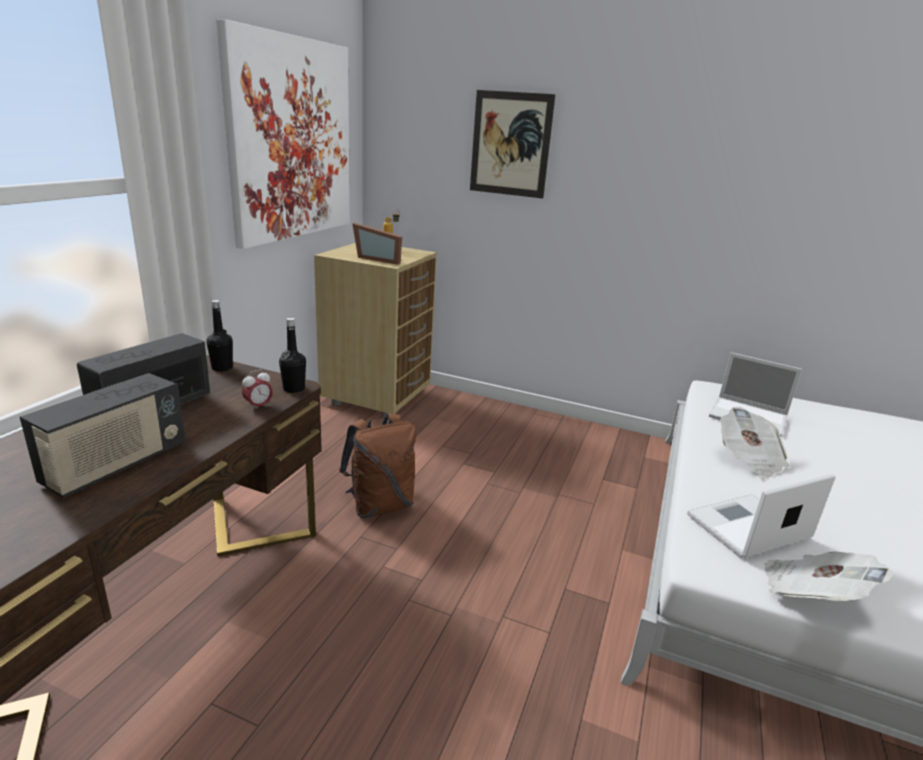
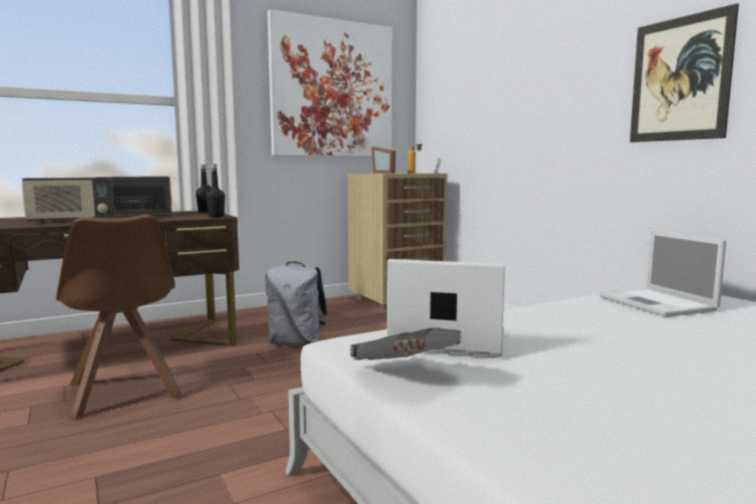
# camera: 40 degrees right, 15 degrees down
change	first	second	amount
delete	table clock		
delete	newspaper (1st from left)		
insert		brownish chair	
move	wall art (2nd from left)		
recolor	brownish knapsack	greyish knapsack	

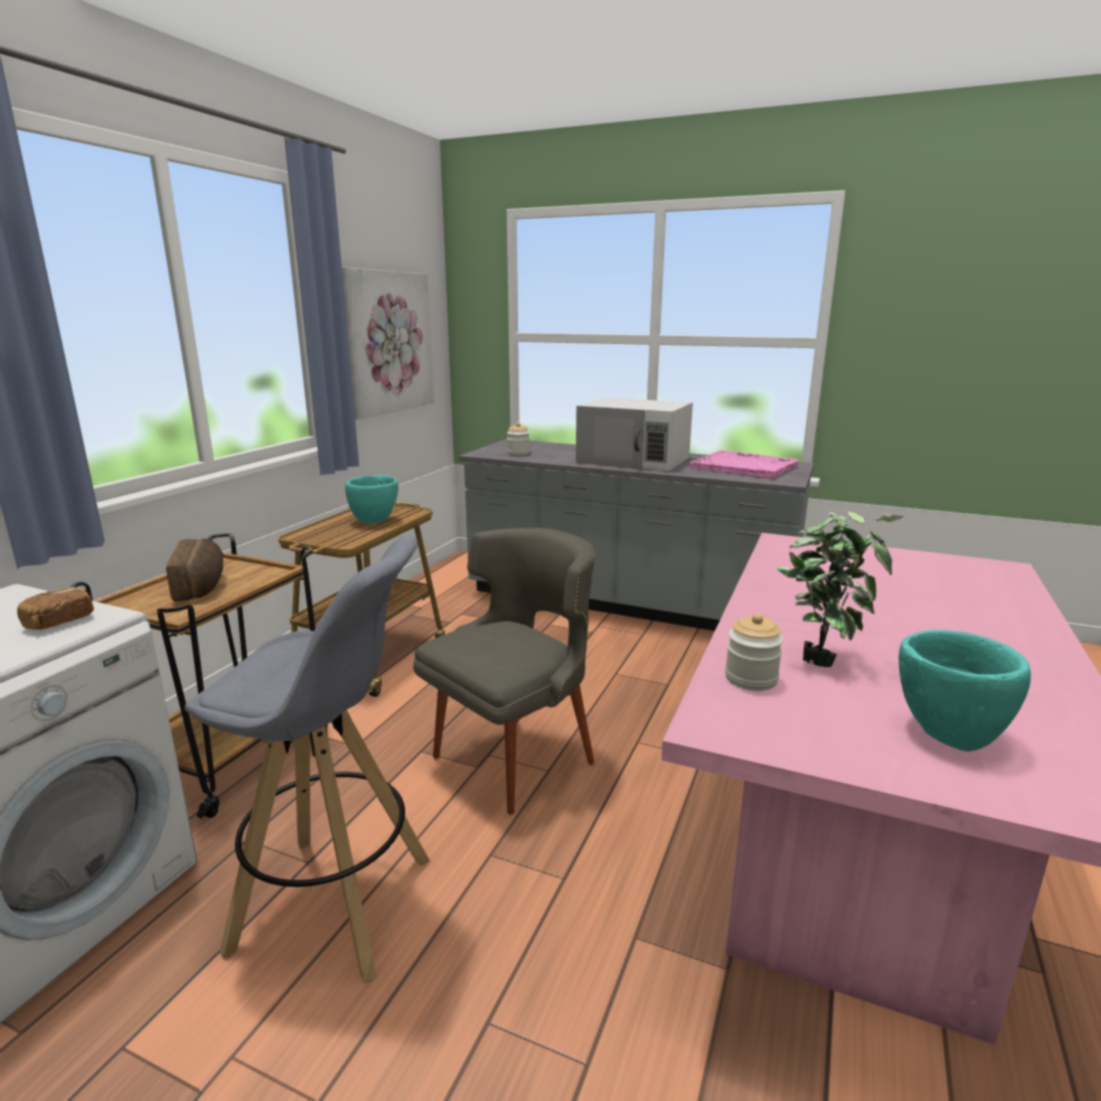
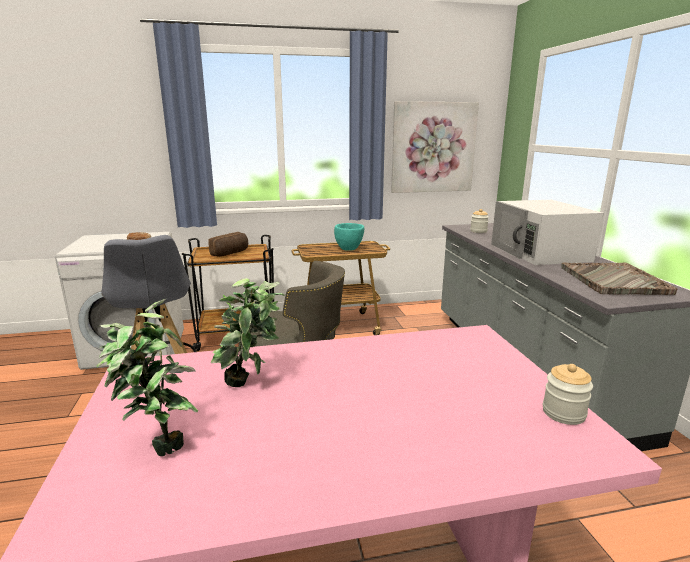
# camera: 55 degrees right, 0 degrees up
change	first	second	amount
move	jar (2nd from left)		
replace	turquoise serving bowl (2nd from left)	potted plant (1st from left)	
recolor	pink serving tray	greyish serving tray	

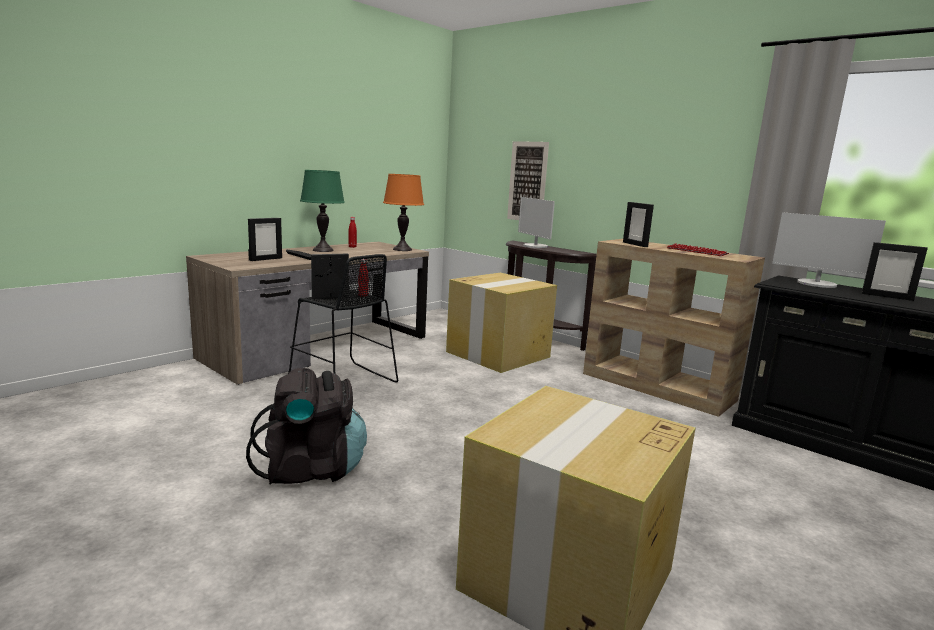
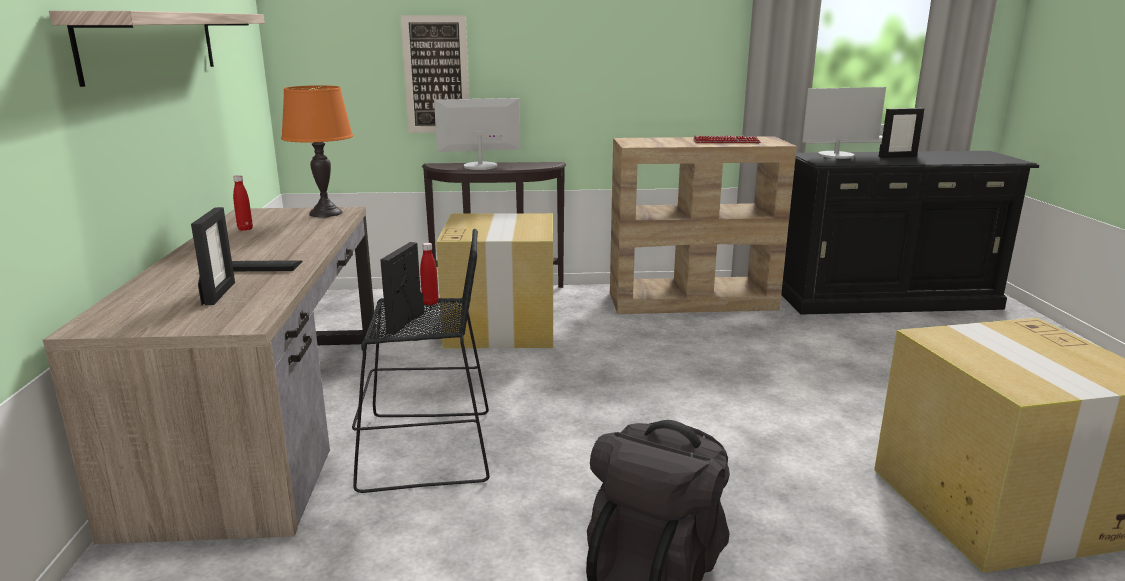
# camera: 45 degrees left, 5 degrees up
change	first	second	amount
delete	greenish table lamp		
delete	standing frame (3rd from left)		
insert		bracket shelf	
rotate	computer display (1st from left)		150 degrees clockwise

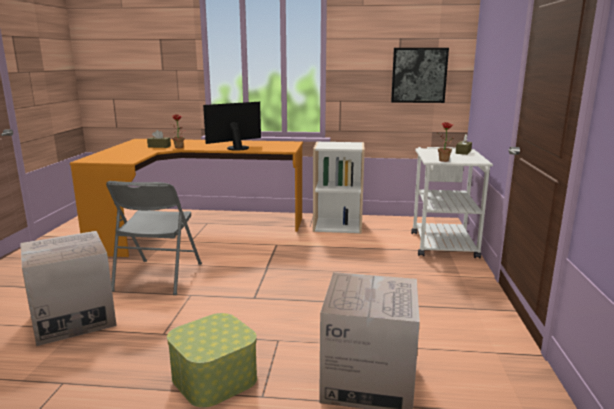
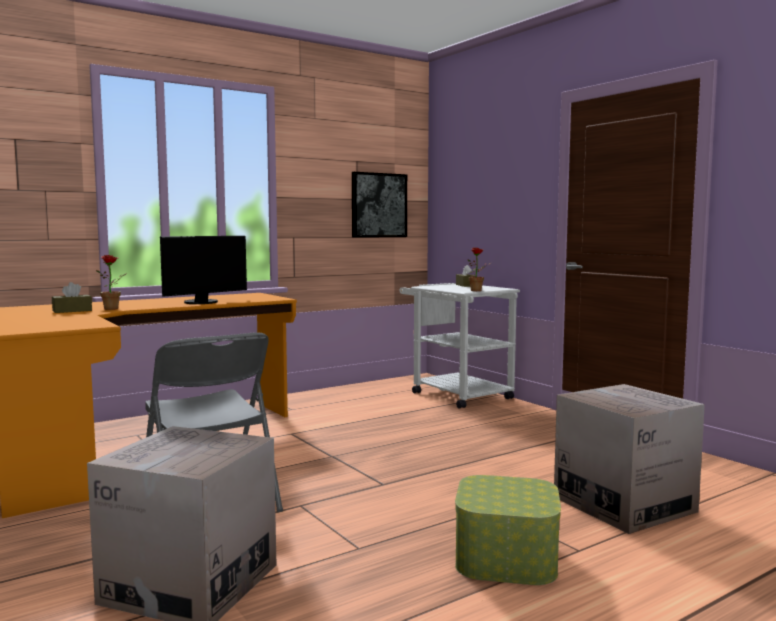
# camera: 40 degrees left, 10 degrees down
change	first	second	amount
delete	white bookcase		
rotate	computer display		150 degrees counterclockwise

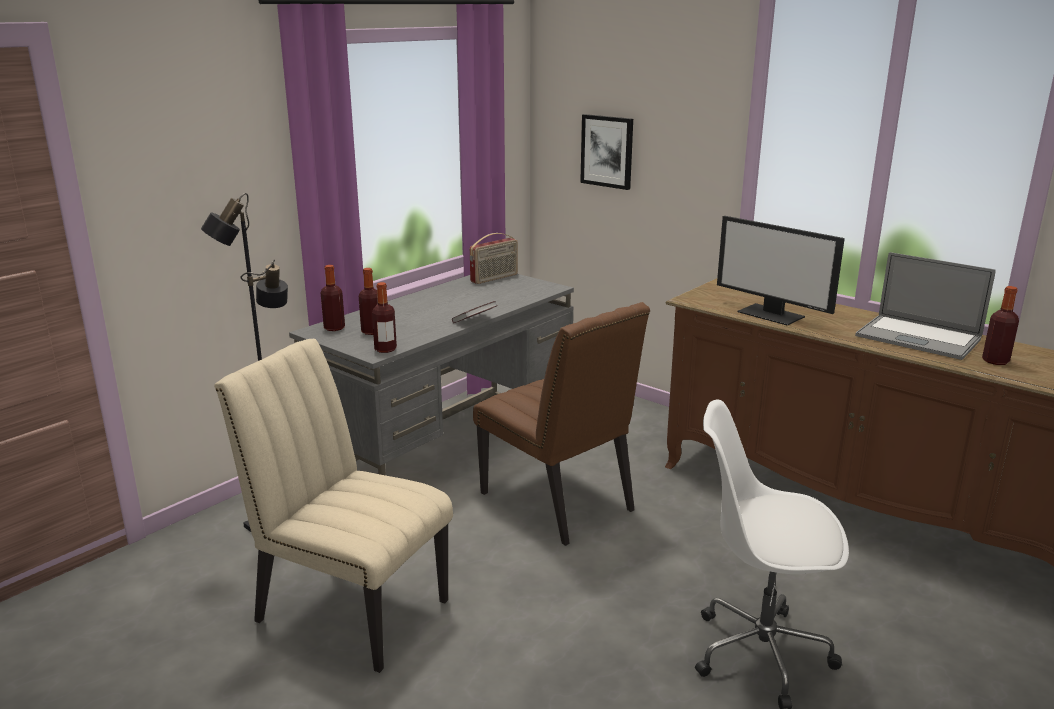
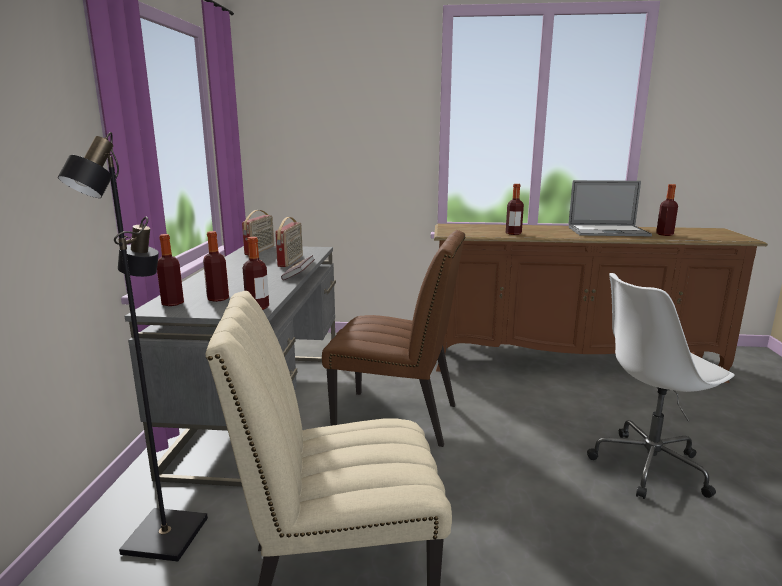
# camera: 35 degrees left, 5 degrees down
change	first	second	amount
delete	wall art		
insert		radio receiver (2nd from left)	
replace	computer display	bottle (4th from left)	

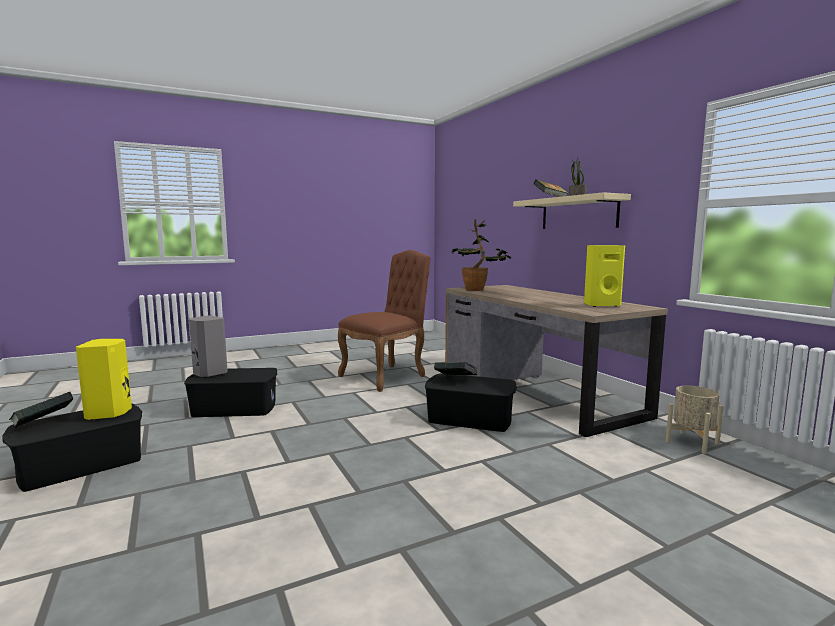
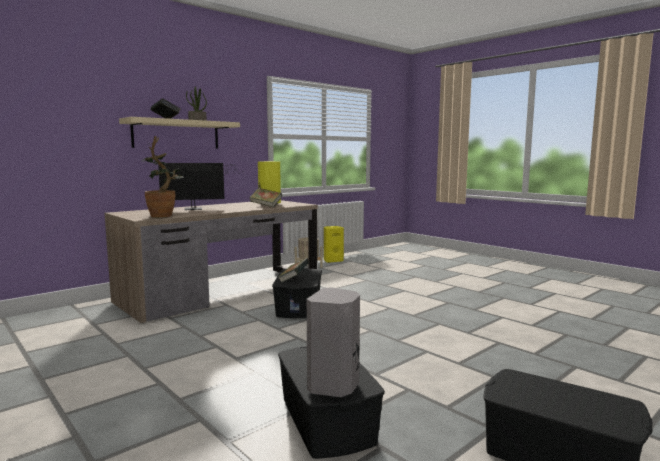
# camera: 105 degrees left, 0 degrees up
change	first	second	amount
delete	brownish chair		
insert		computer display	
move	volume (1st from left in the first image)	volume (2nd from left)	
move	yellow speaker (1st from left in the first image)	yellow speaker (2nd from left)	

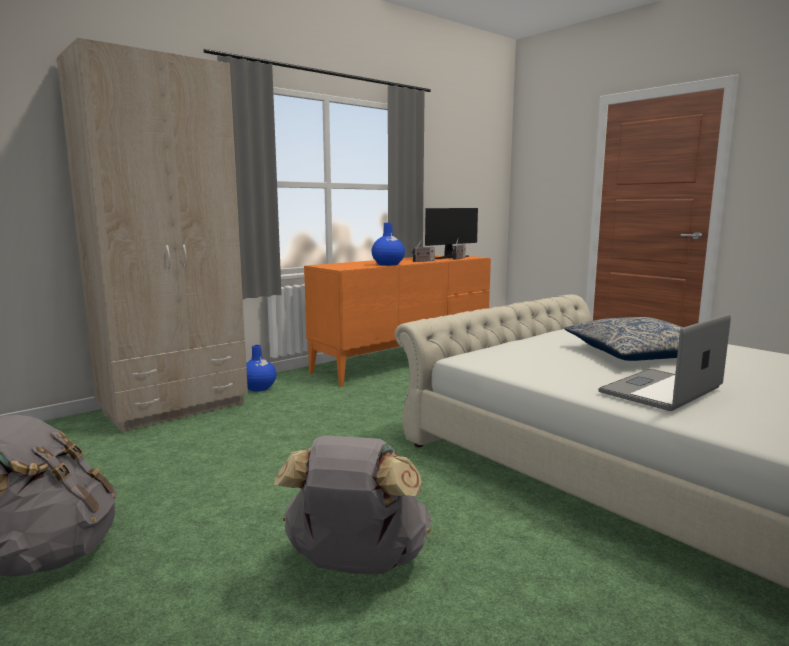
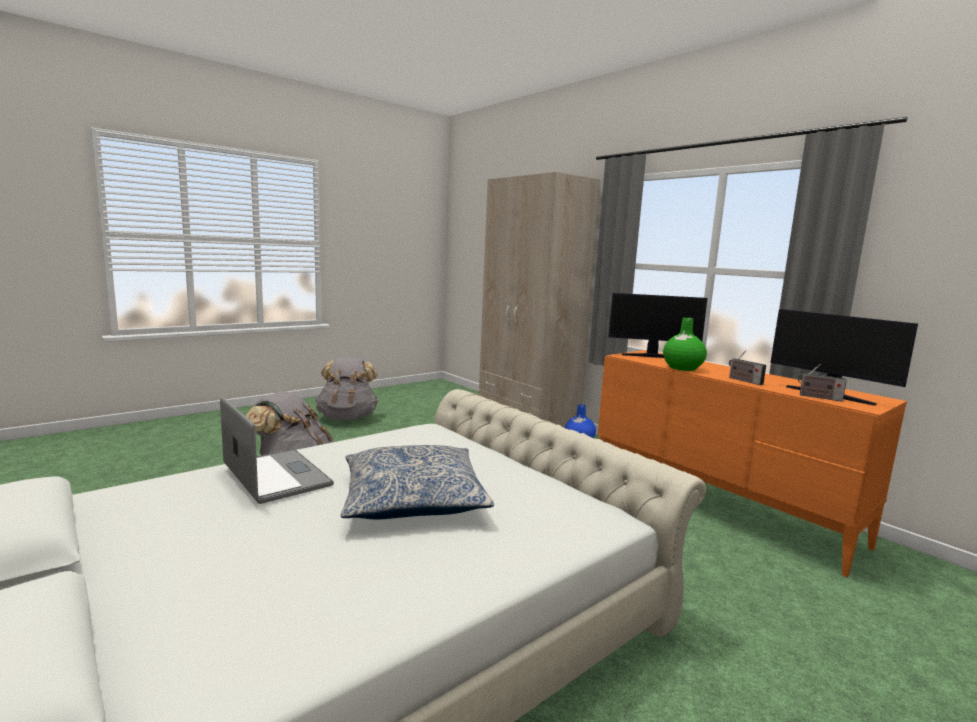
# camera: 90 degrees right, 0 degrees up
change	first	second	amount
insert		computer display (1st from left)	
recolor	bluish flower vase (2nd from left)	greenish flower vase	

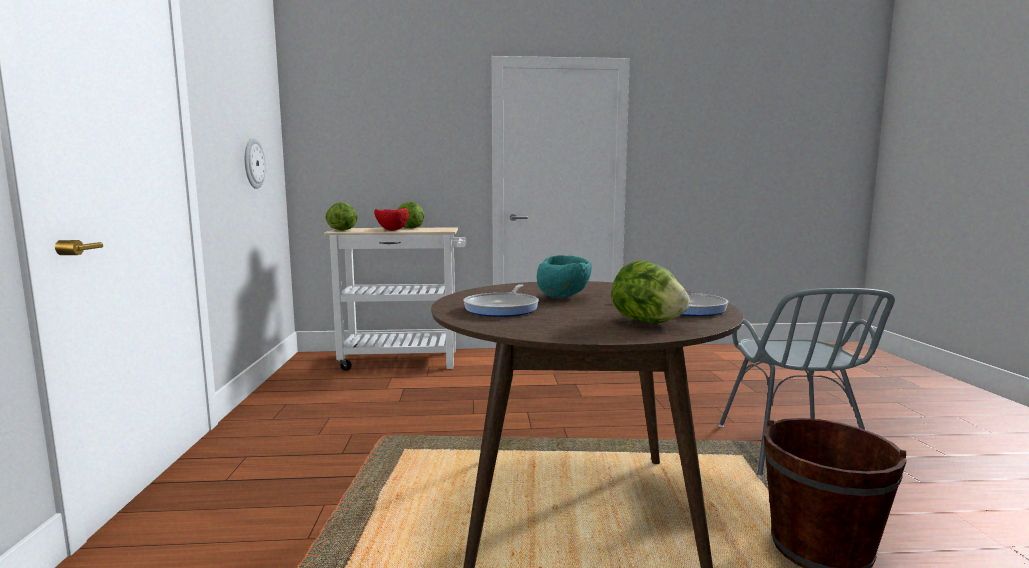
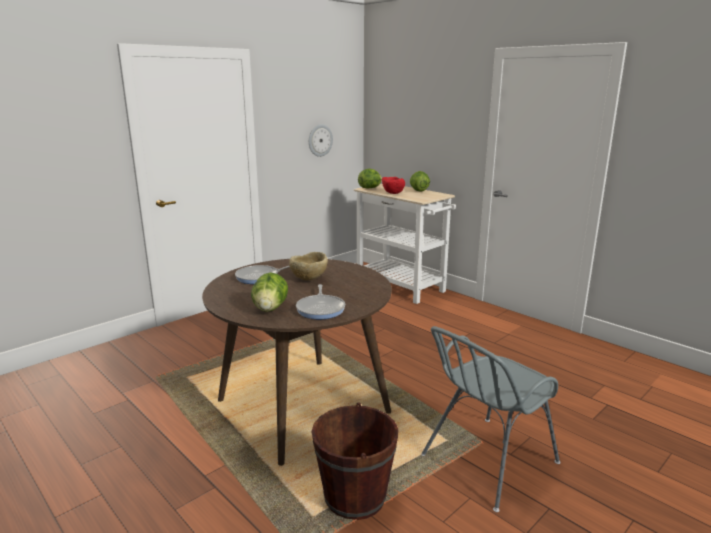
# camera: 50 degrees right, 10 degrees up
change	first	second	amount
recolor	turquoise serving bowl	sand-coloured serving bowl	

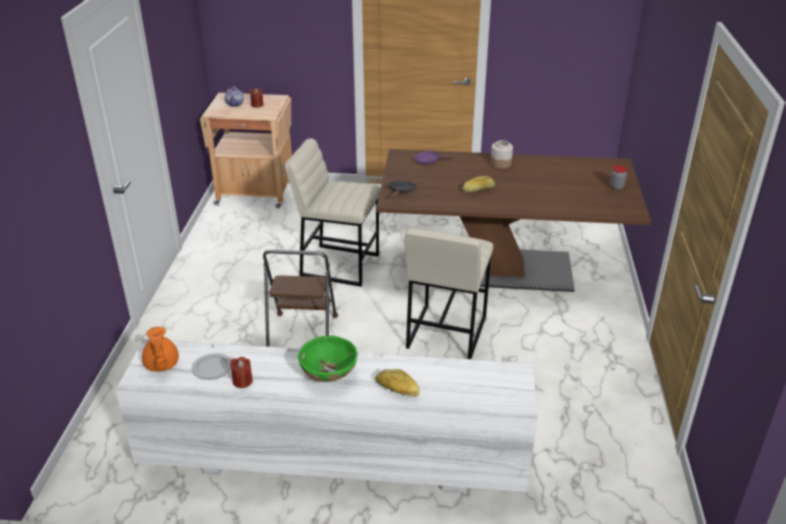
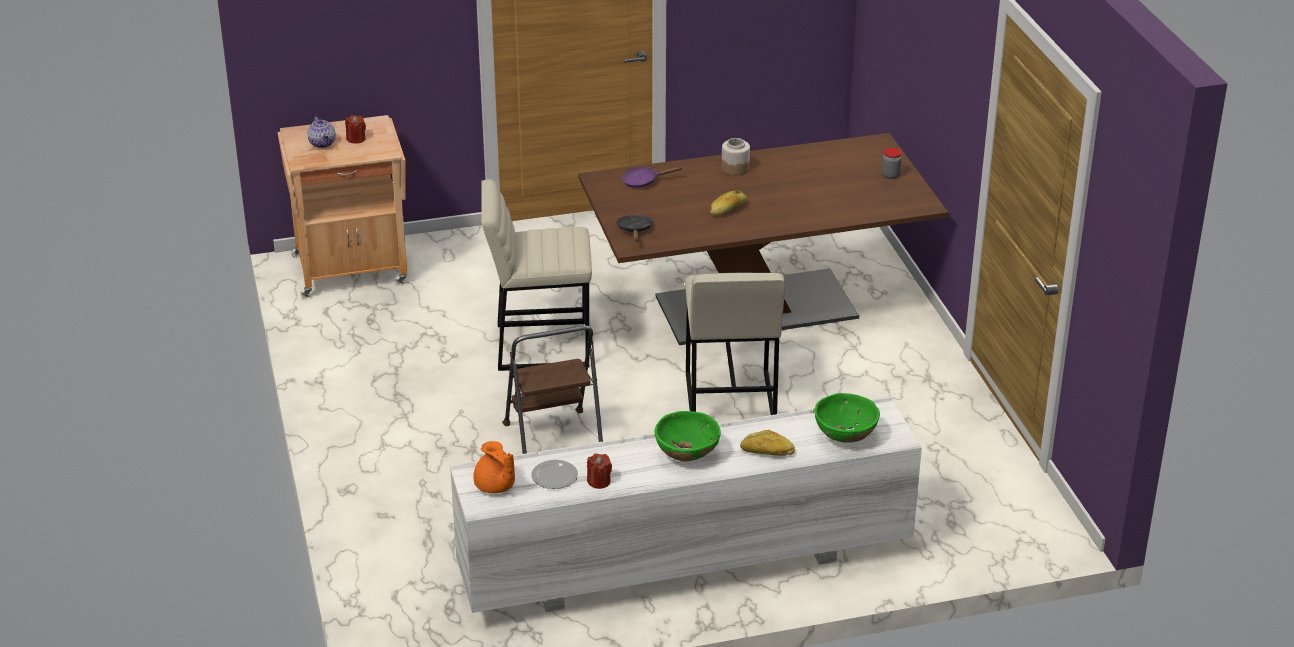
# camera: 20 degrees left, 0 degrees up
change	first	second	amount
insert		greenish serving bowl (2nd from left)	

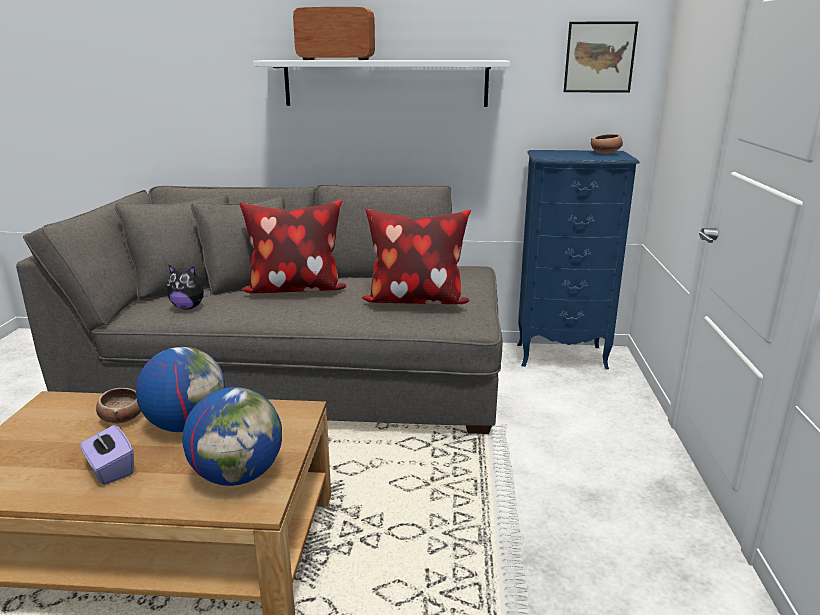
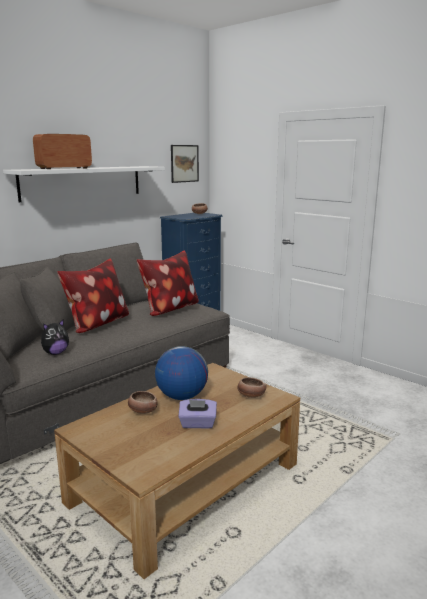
# camera: 50 degrees left, 5 degrees down
change	first	second	amount
replace	globe (2nd from left)	serving bowl (3rd from left)	

